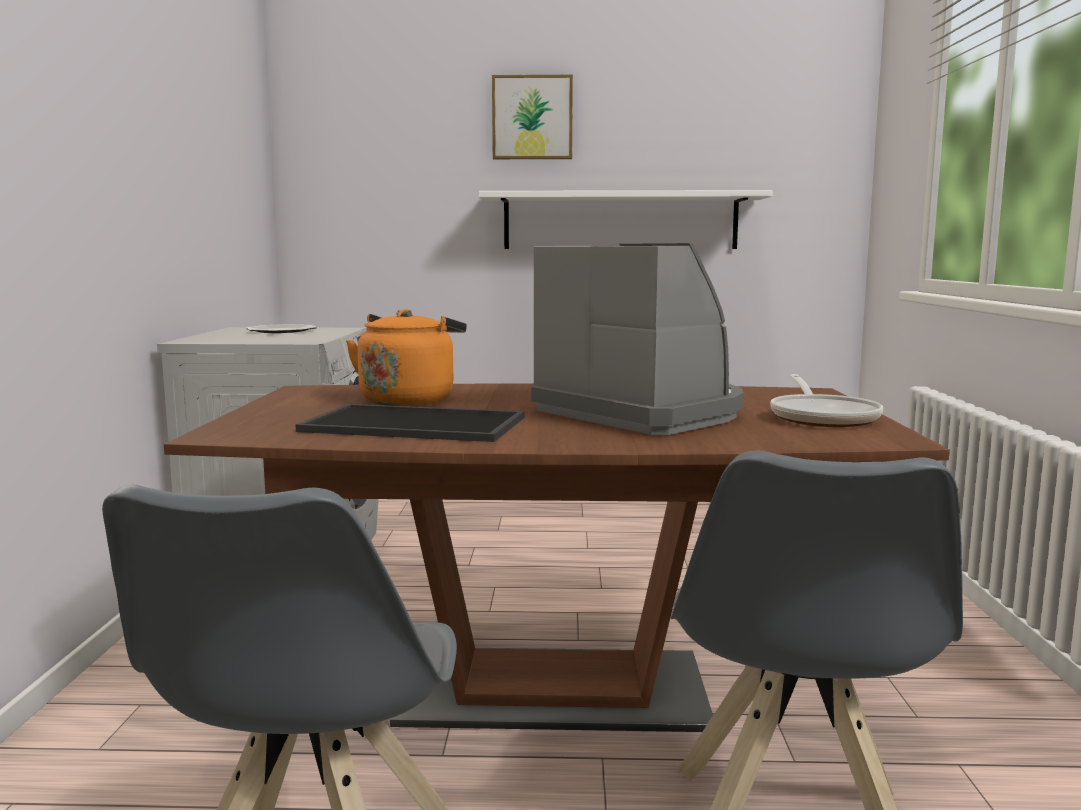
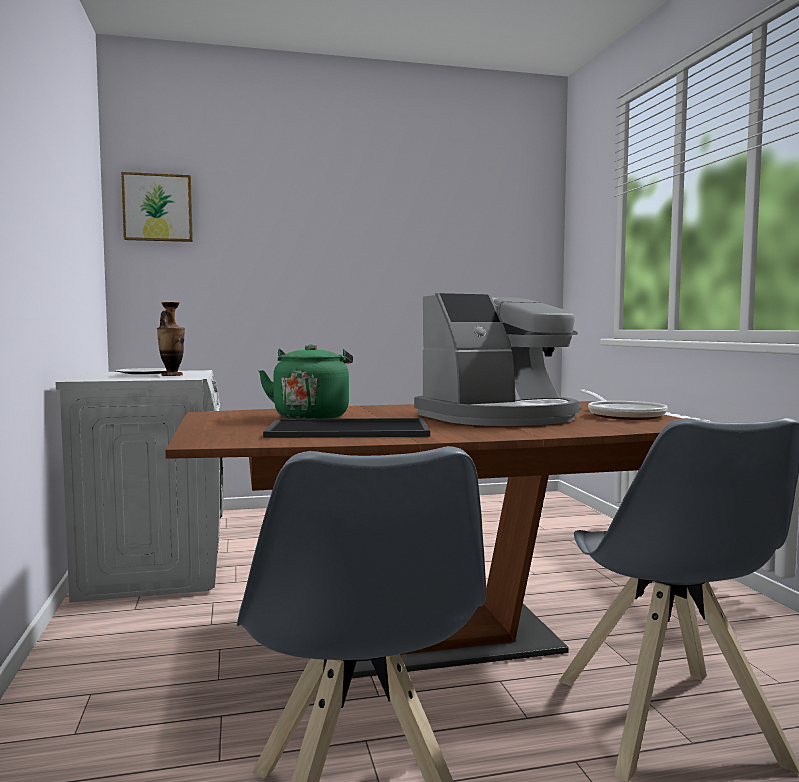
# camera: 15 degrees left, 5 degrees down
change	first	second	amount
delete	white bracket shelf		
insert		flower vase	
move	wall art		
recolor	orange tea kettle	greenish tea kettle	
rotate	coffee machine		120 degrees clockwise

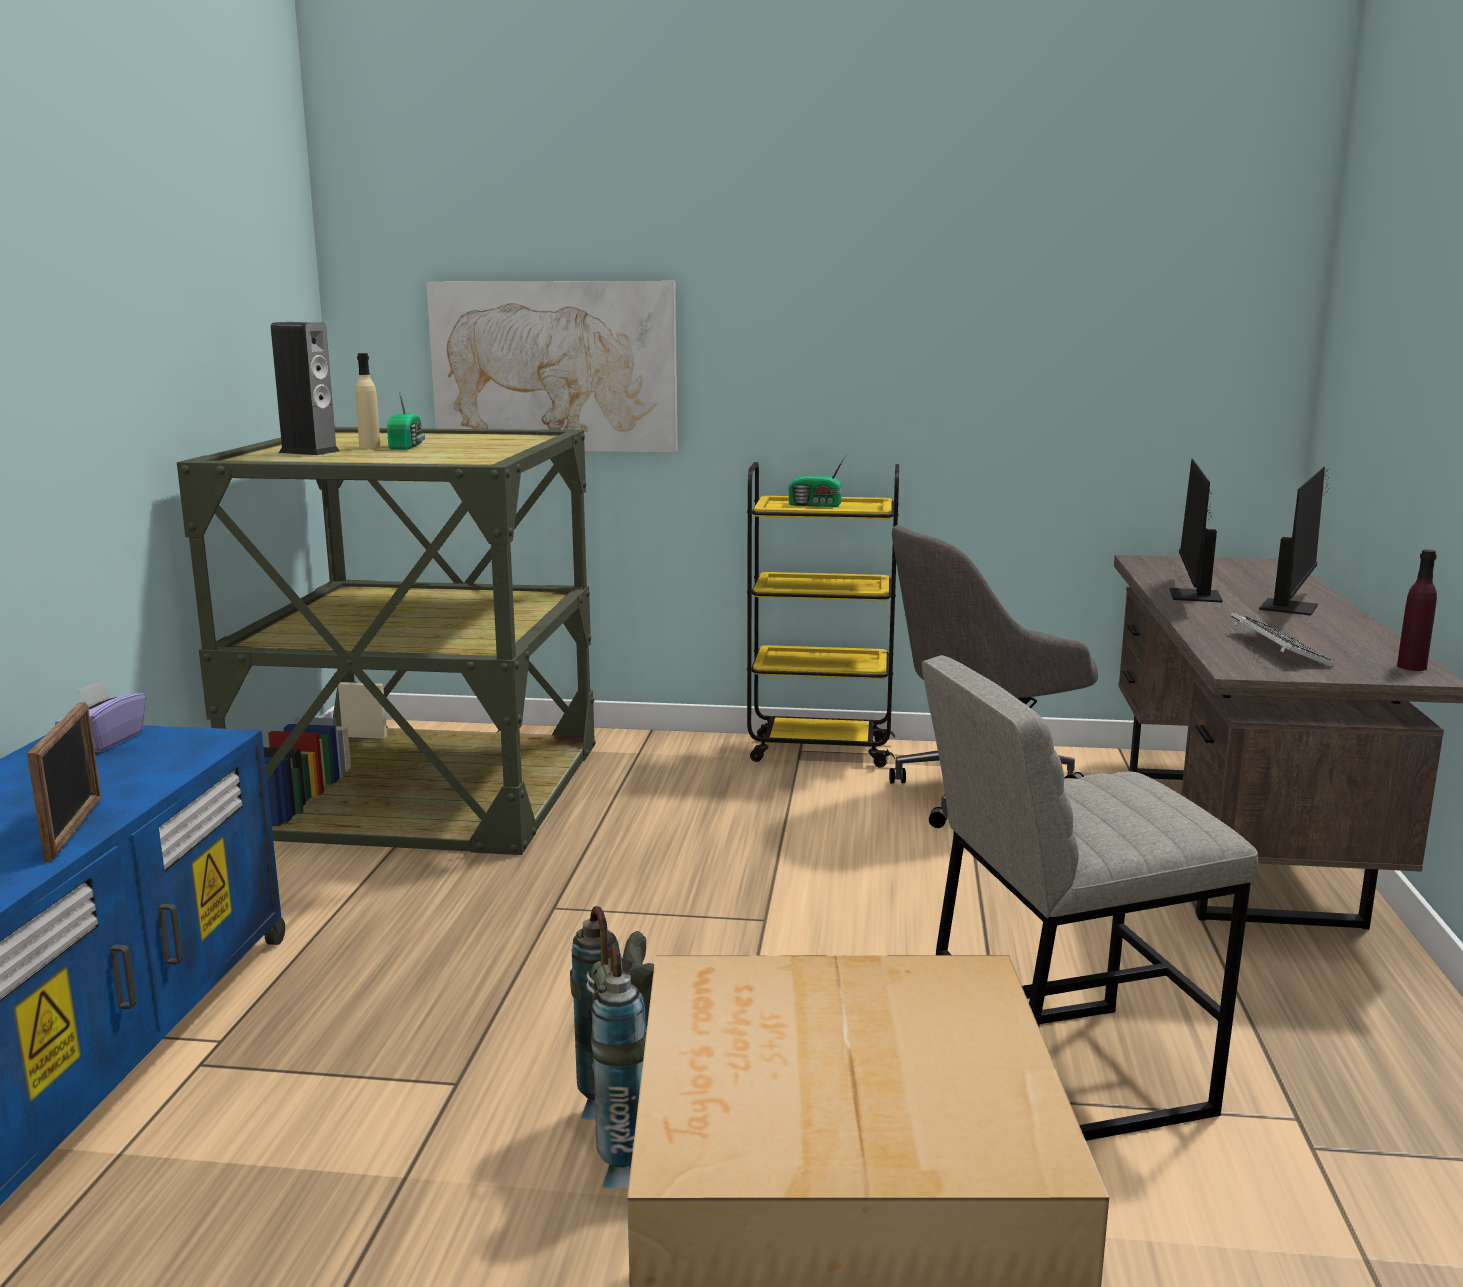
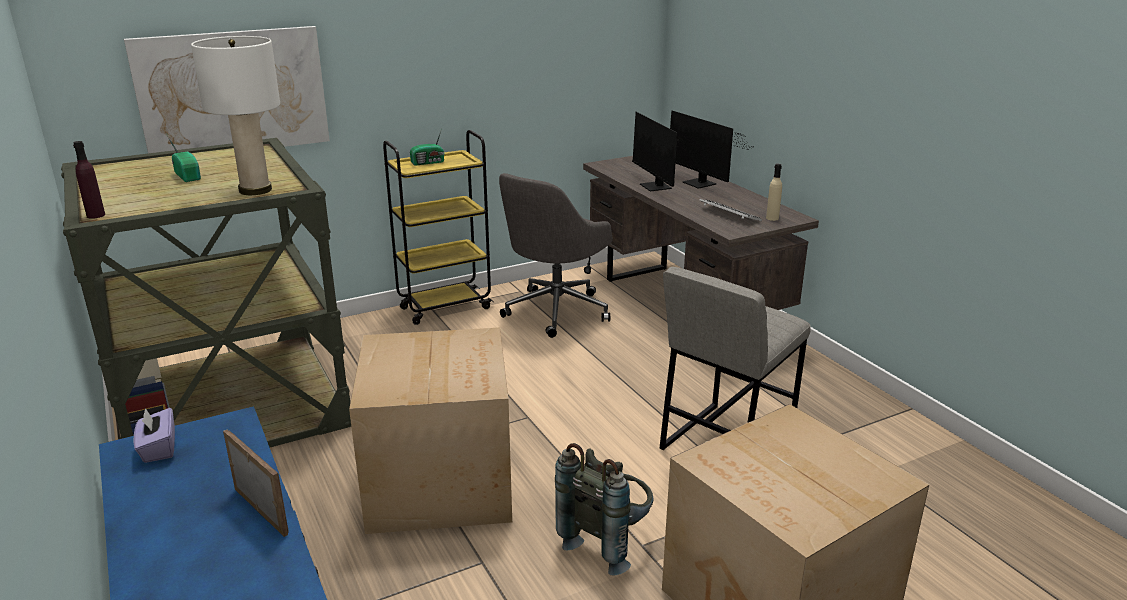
# camera: 35 degrees left, 10 degrees up
change	first	second	amount
delete	speaker		
insert		white table lamp	
insert		cardboard box (1st from left)	
move	sand-coloured bottle		
move	purplish bottle		
rotate	computer display (2nd from left)		150 degrees clockwise

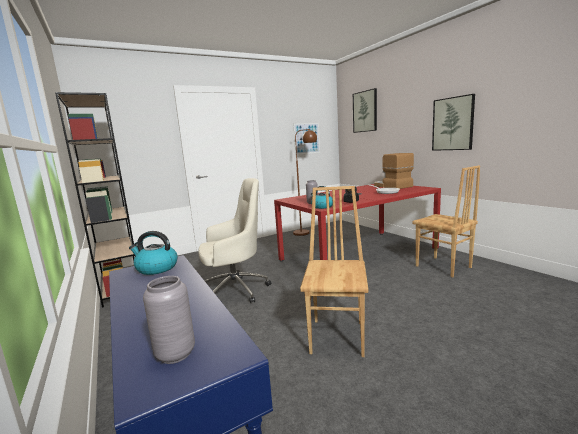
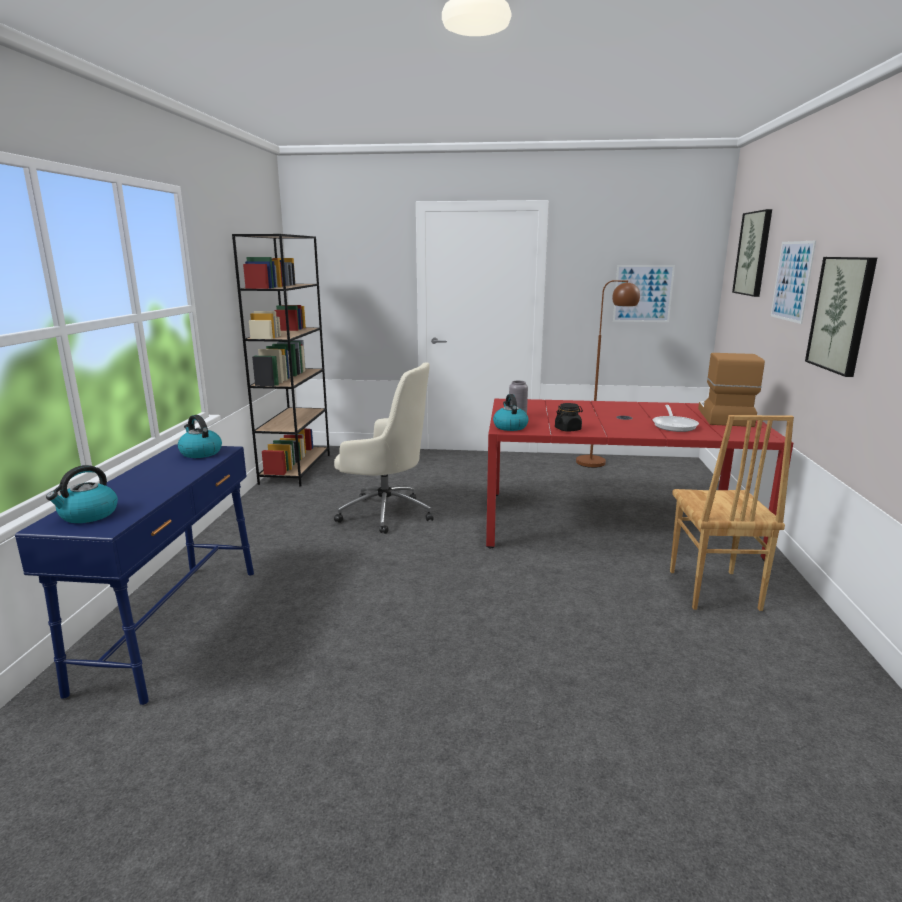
# camera: 35 degrees right, 5 degrees up
change	first	second	amount
delete	brownish chair (1st from left)		
insert		wall art (3rd from left)	
replace	greyish flower vase (1st from left)	tea kettle (1st from left)	

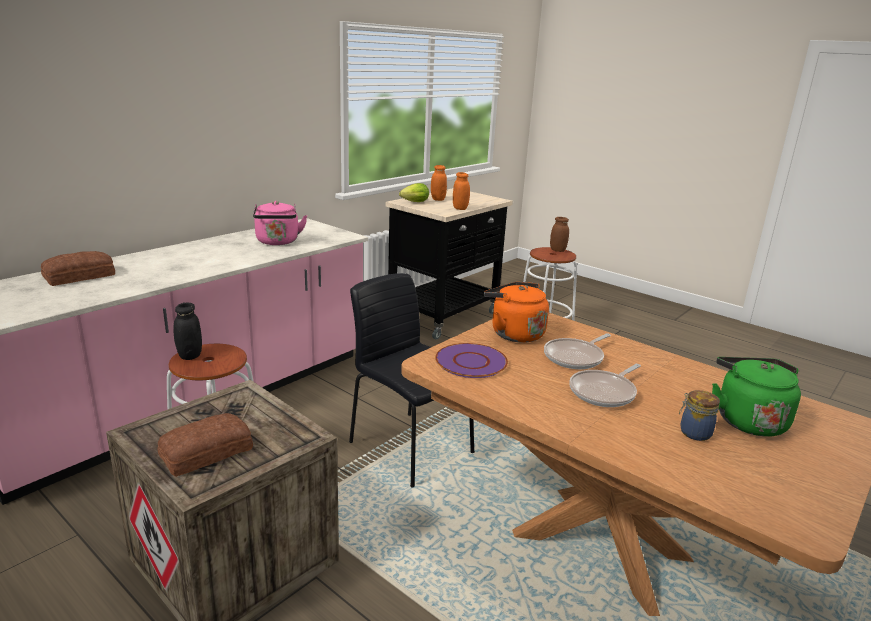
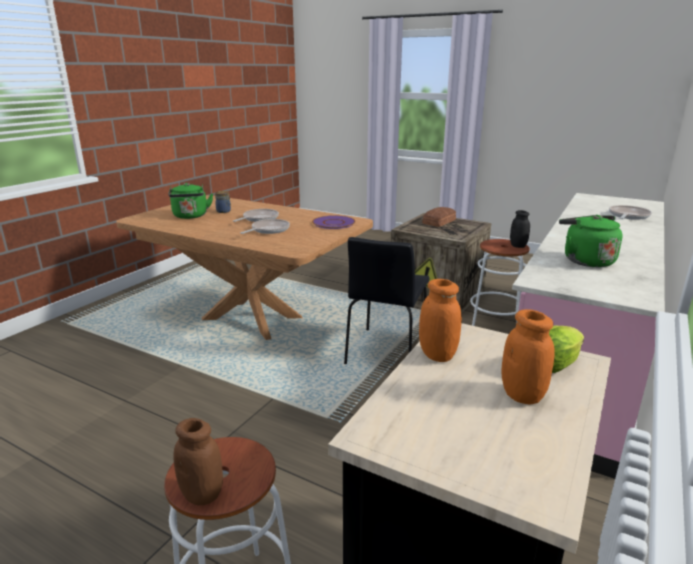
# camera: 170 degrees right, 0 degrees up
change	first	second	amount
delete	orange tea kettle		
replace	bread (1st from left)	skillet (3rd from left)	
recolor	pink tea kettle	greenish tea kettle (2nd from left)	
rotate	blackish chair		75 degrees clockwise

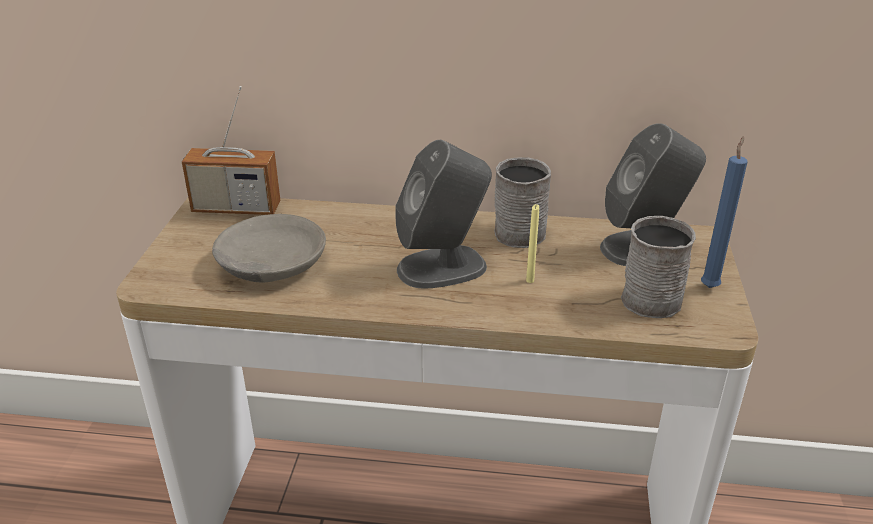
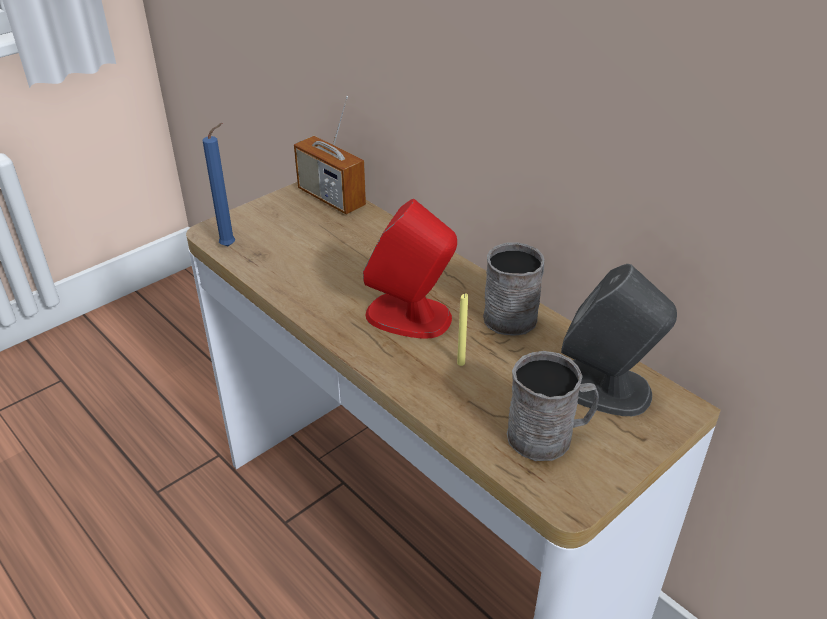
# camera: 40 degrees right, 5 degrees up
change	first	second	amount
delete	greyish serving bowl		
move	bluish candle		
recolor	greyish speaker (1st from left)	red speaker	

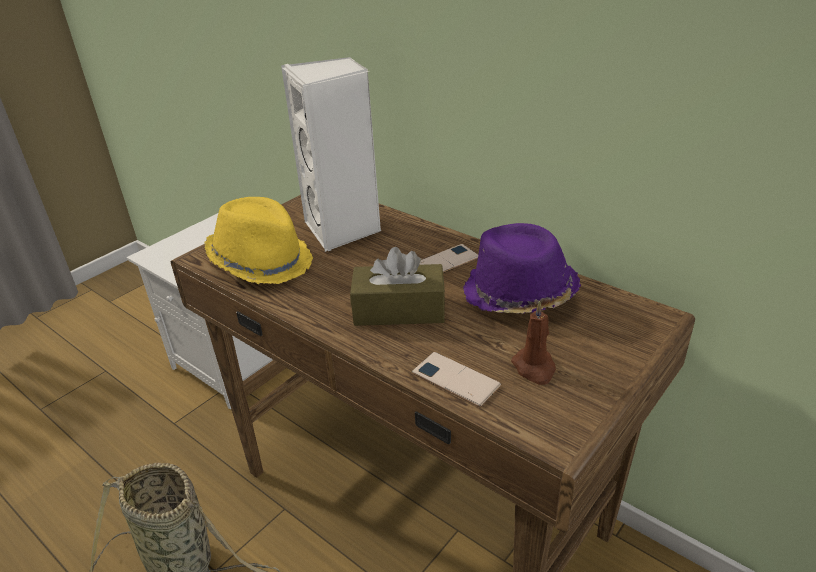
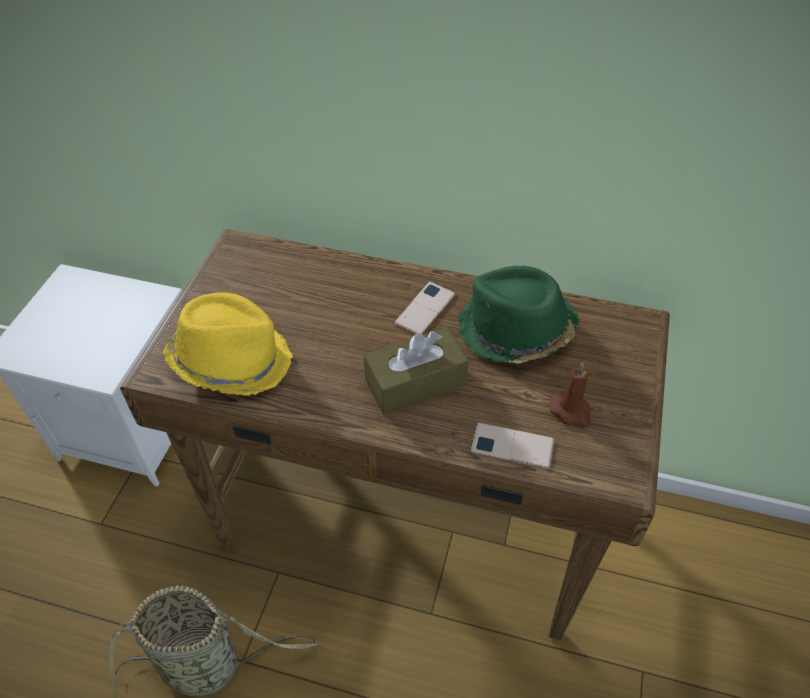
# camera: 25 degrees left, 15 degrees up
change	first	second	amount
delete	white speaker		
recolor	purplish wearable hat	greenish wearable hat	

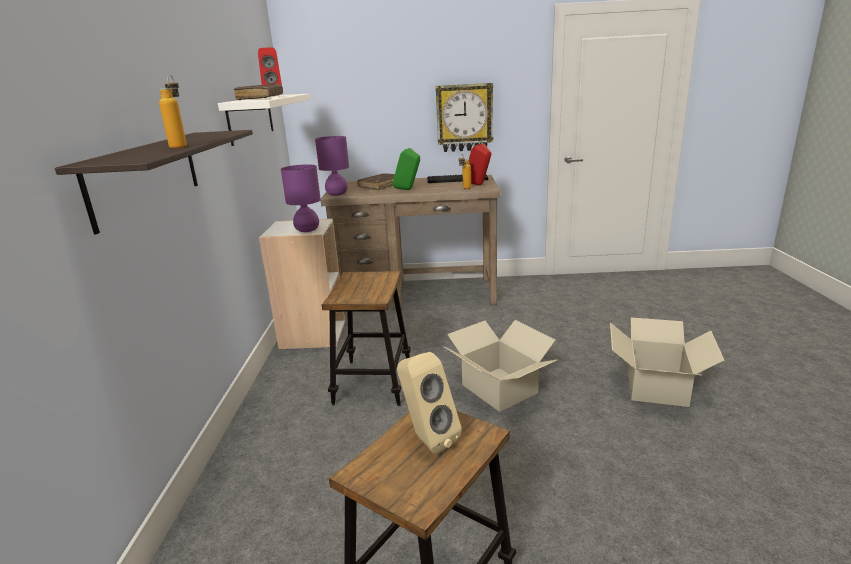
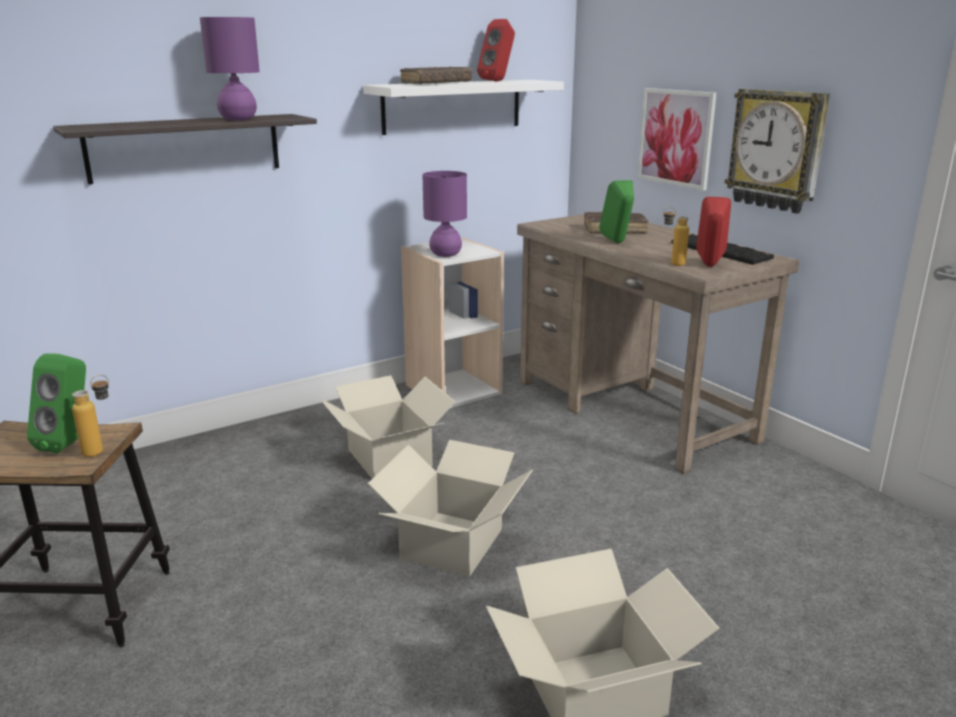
# camera: 55 degrees right, 0 degrees up
change	first	second	amount
insert		wall art	
move	bottle (1st from left)		
move	purplish table lamp (2nd from left in the first image)	purplish table lamp (1st from left)	
replace	sitting stool (1st from left)	cardboard box (1st from left)	
recolor	sand-coloured speaker	greenish speaker (1st from left)	

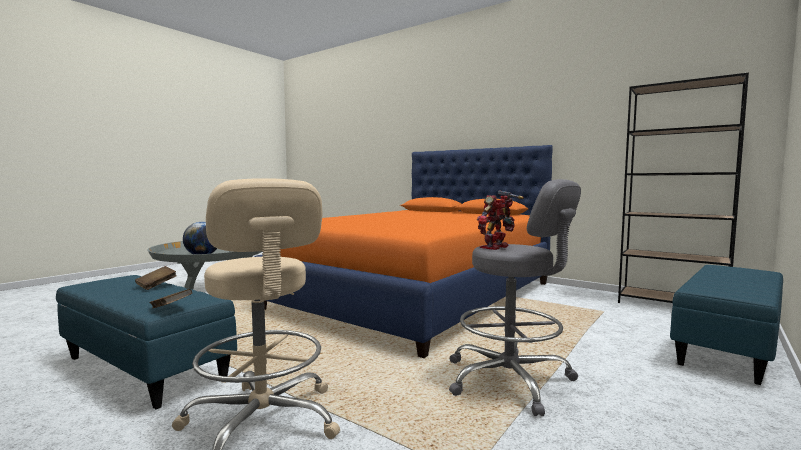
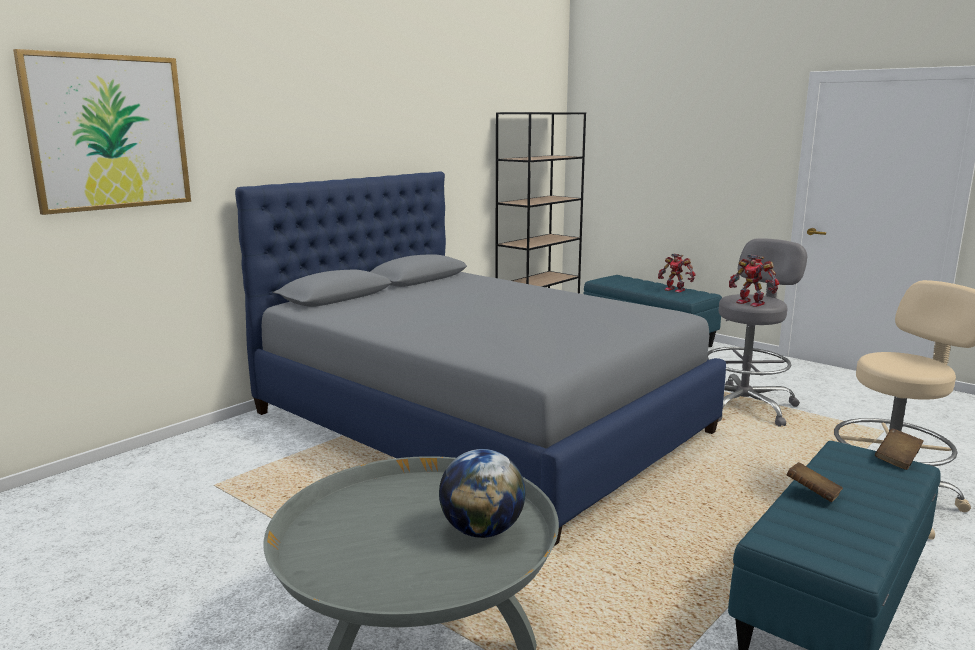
# camera: 85 degrees left, 10 degrees up
change	first	second	amount
insert		wall art	
insert		toy robot (1st from left)	
recolor	orange sleeping bed	greyish sleeping bed	

